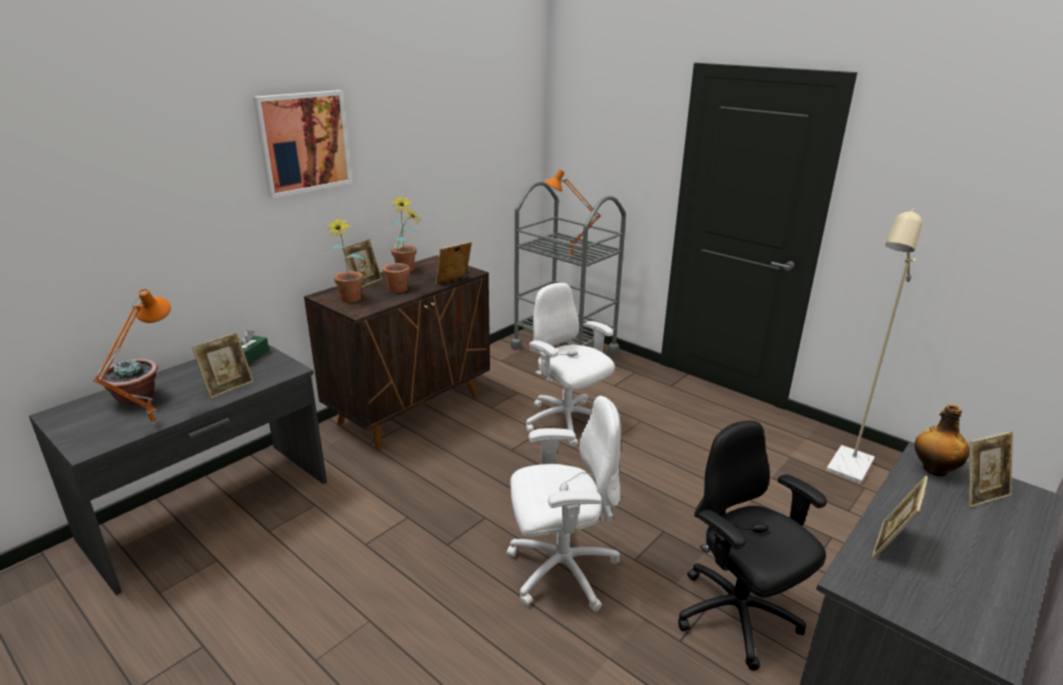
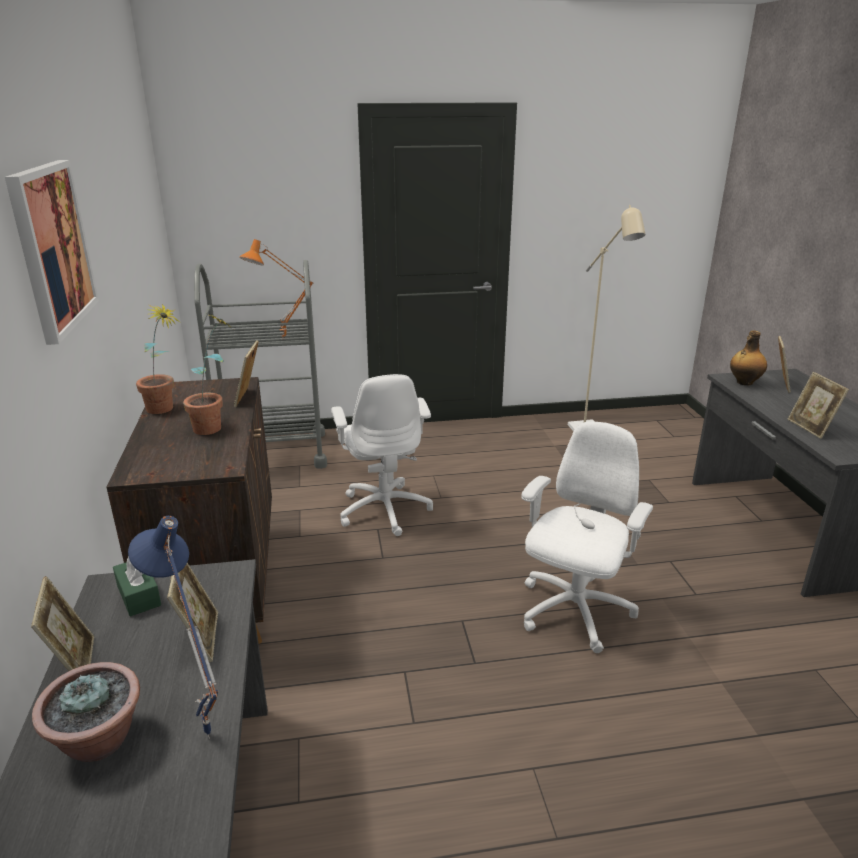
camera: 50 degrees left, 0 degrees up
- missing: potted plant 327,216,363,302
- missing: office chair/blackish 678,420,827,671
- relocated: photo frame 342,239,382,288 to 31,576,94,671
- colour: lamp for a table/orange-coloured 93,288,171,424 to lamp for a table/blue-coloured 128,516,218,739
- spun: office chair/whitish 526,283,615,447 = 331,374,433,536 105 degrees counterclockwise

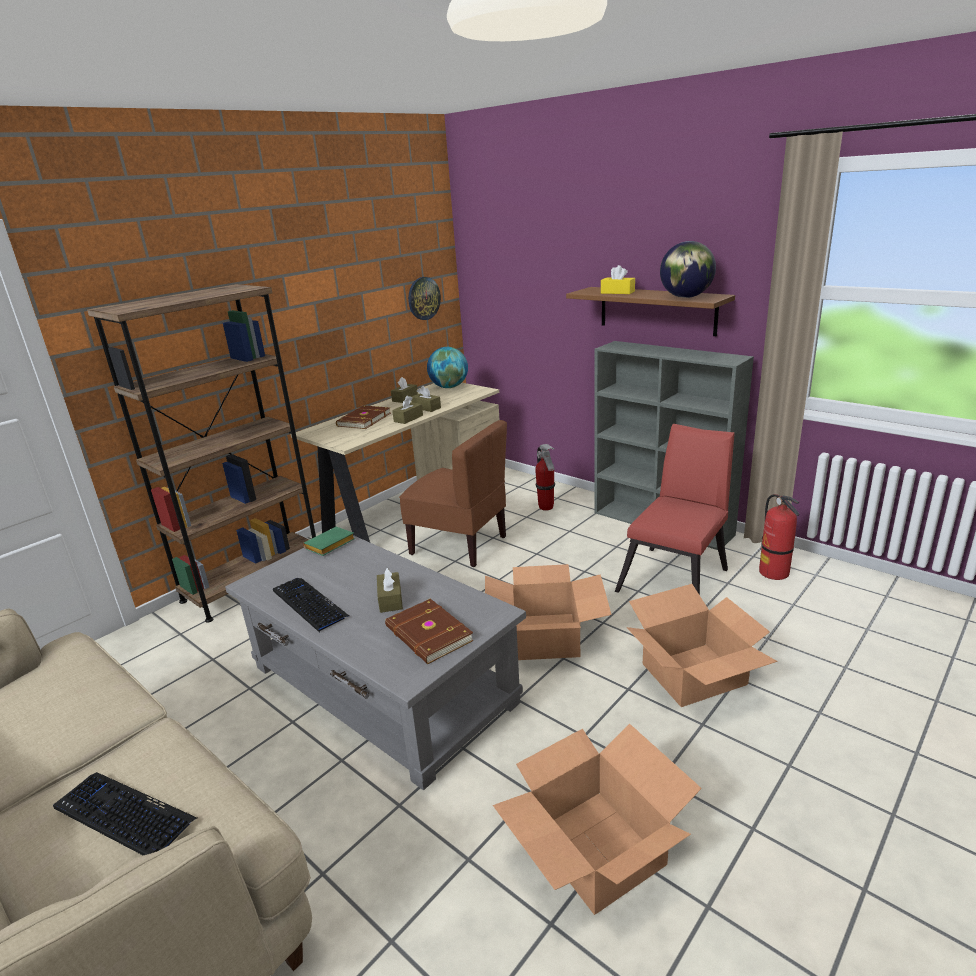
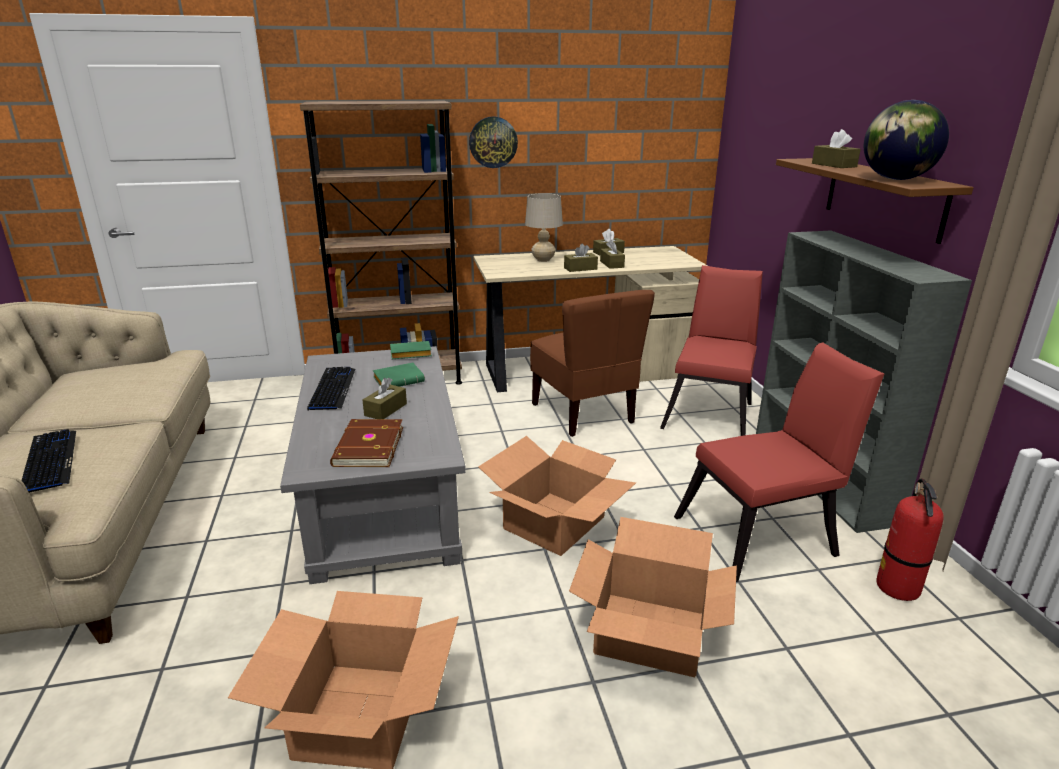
camera: 35 degrees right, 0 degrees up
- missing: world globe 427,347,468,388
- appeared: bound book/green-coloured 373,363,425,387
- relocated: hanging clock 408,277,441,320 to 469,117,518,168
- exchanged: bound book/brownish 336,405,391,429 to lamp for a table/beige-coloured 525,193,563,262
- exchanged: fire extinguisher 535,444,555,511 to upright chair/red-coloured 660,265,763,436
- colour: tissue holder/yellow-coloured 601,265,635,294 to tissue holder/brownish 812,129,861,168

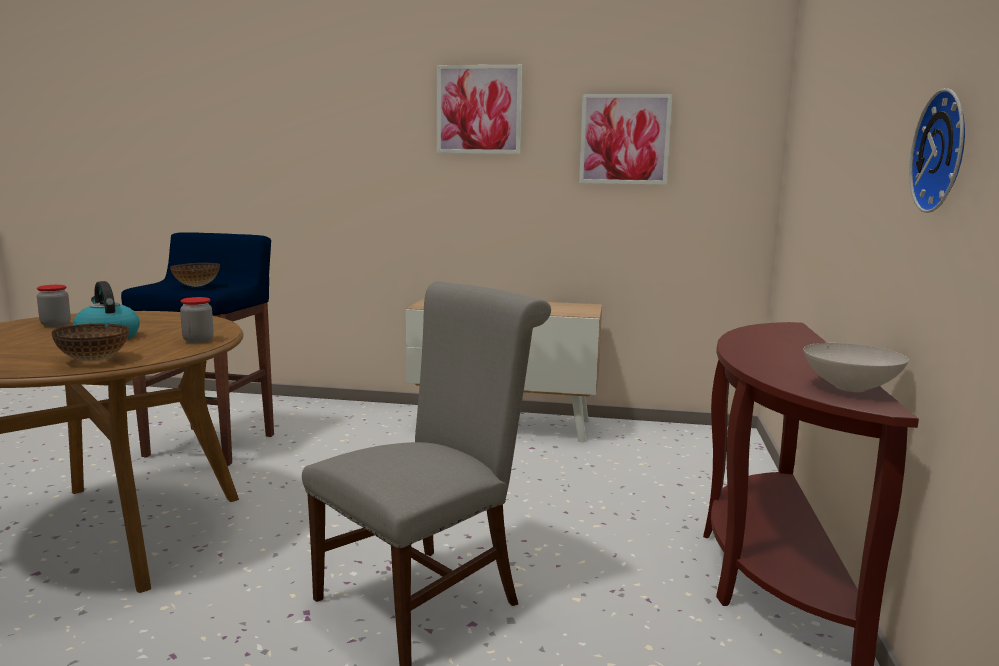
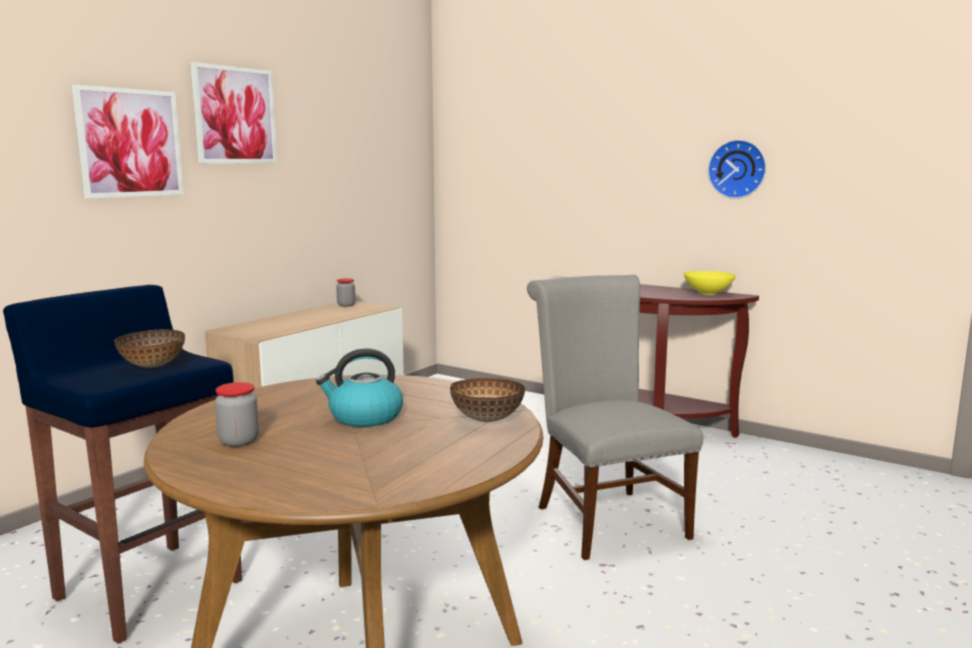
camera: 65 degrees left, 0 degrees up
- relocated: jar 180,297,214,343 to 336,278,355,307
- relocated: picture 579,94,672,185 to 72,85,184,199
- colour: serving bowl/whitish 803,343,909,392 to serving bowl/yellow-coloured 684,271,736,295

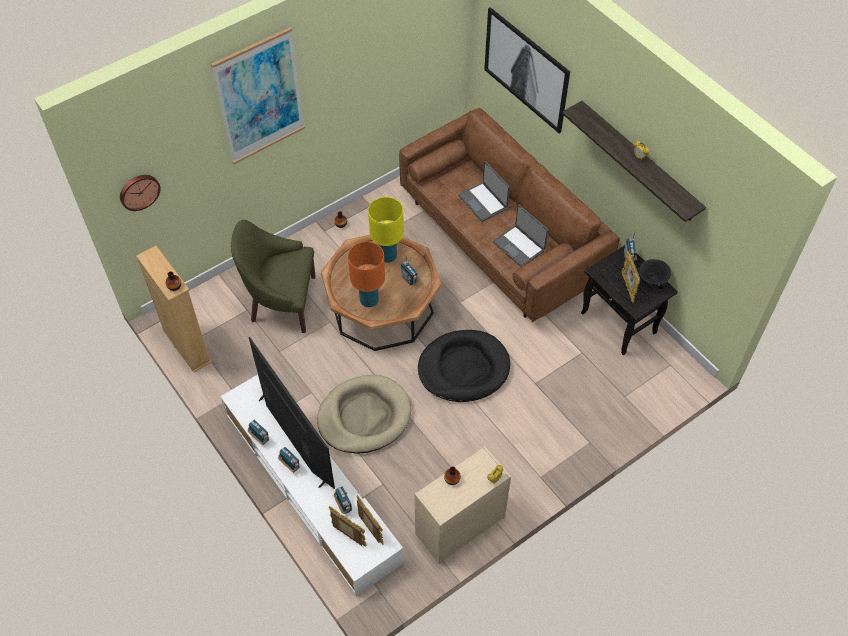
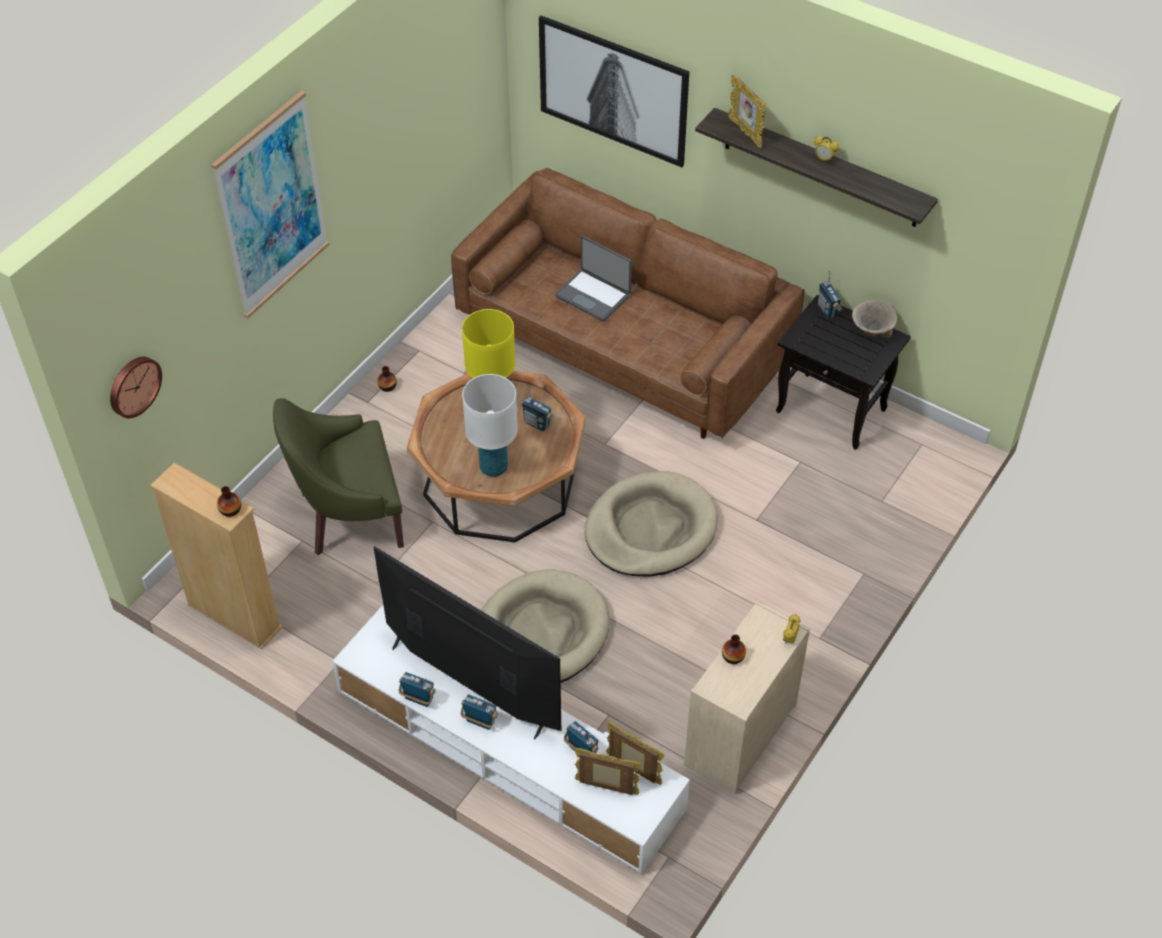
camera: 20 degrees left, 5 degrees down
- missing: portable computer 493,205,548,267
- relocated: photo frame 621,250,640,303 to 728,74,766,148
- colour: lamp for a table/orange-coloured 348,241,385,307 to lamp for a table/whitish 462,374,518,477
- colour: pet bed/blackish 418,330,510,402 to pet bed/beige-coloured 585,471,718,577
- colour: serving bowl/blackish 639,259,671,289 to serving bowl/beige-coloured 852,300,897,338

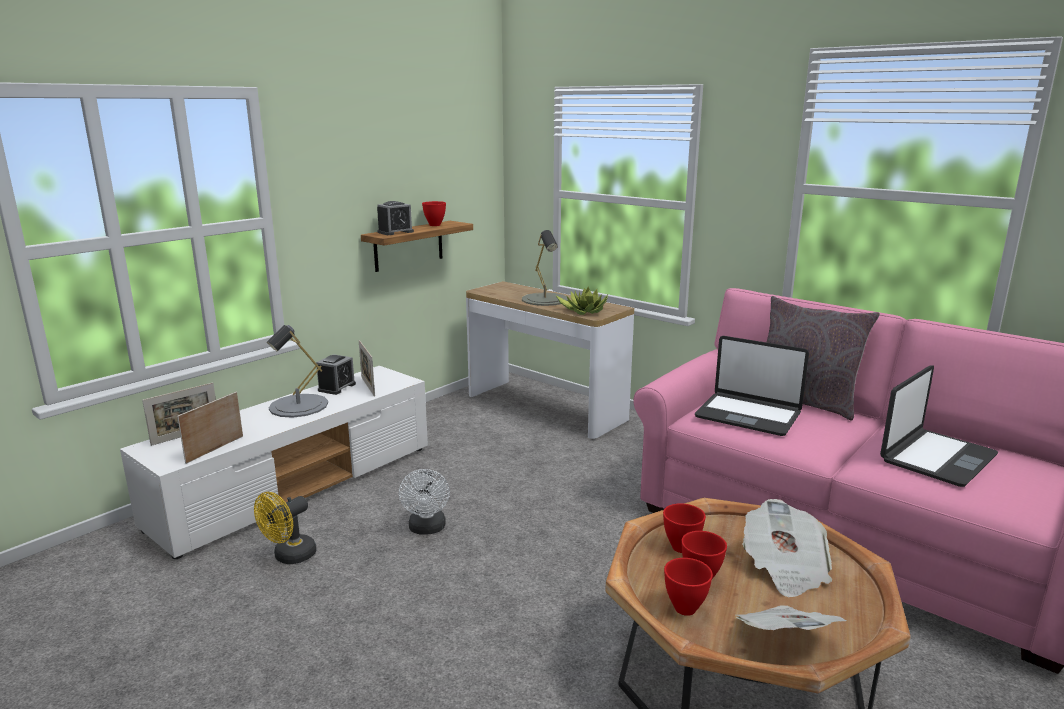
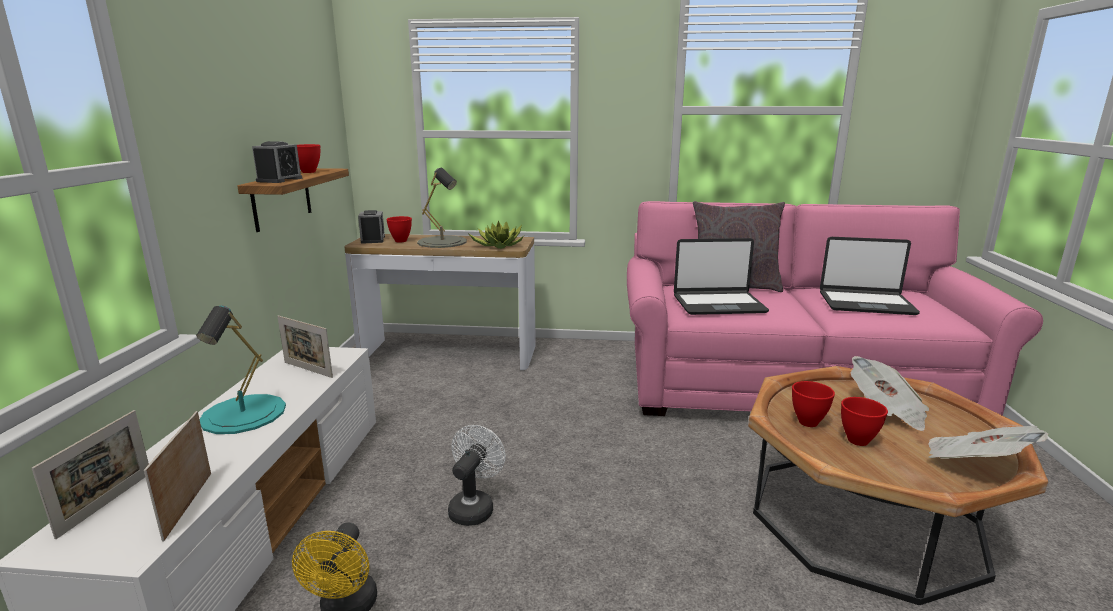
camera: 35 degrees left, 0 degrees up
- relocated: alarm clock 316,354,356,395 to 358,210,385,244
- relocated: serving bowl/red-coloured 664,558,713,616 to 386,216,412,243
- colour: lamp for a table/greyish 267,325,328,418 to lamp for a table/turquoise-coloured 196,305,286,434
- spun: cooling fan/whitish 399,469,450,535 = 448,425,506,526 120 degrees counterclockwise
- spun: portable computer 880,365,998,487 = 820,237,920,315 90 degrees clockwise

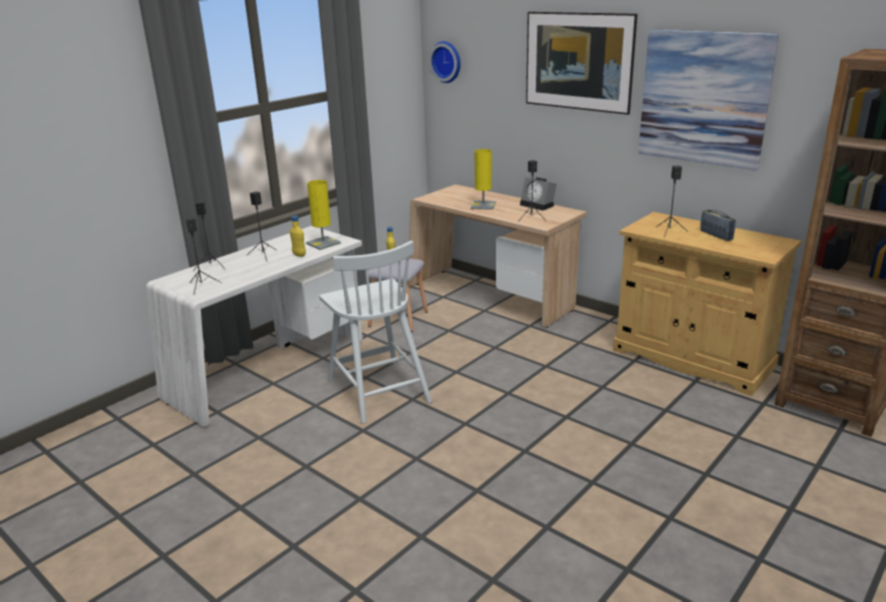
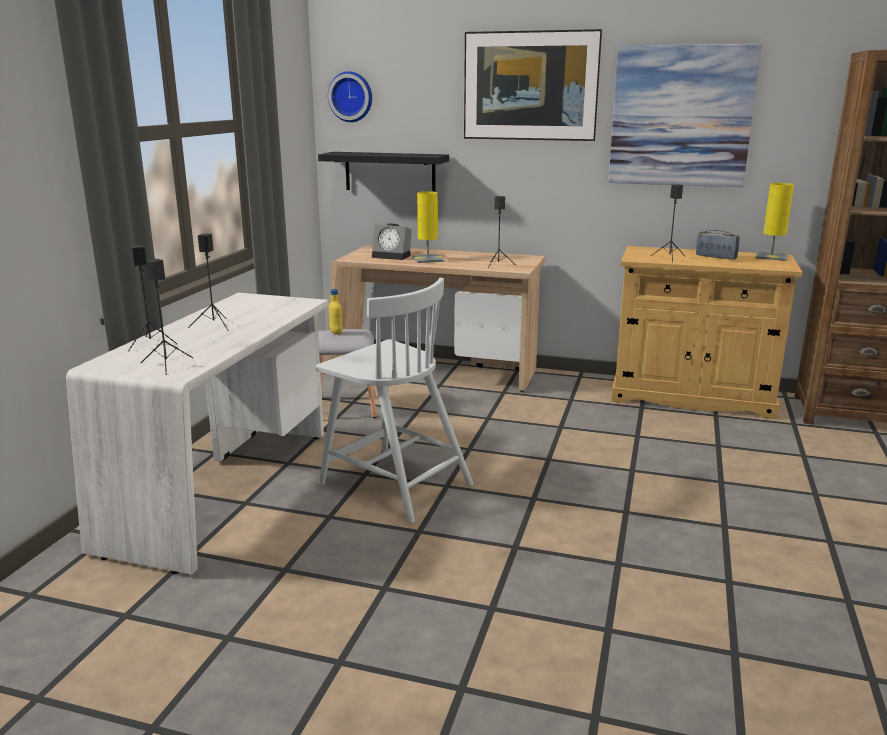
camera: 25 degrees left, 5 degrees down
- missing: beverage bottle/yellow-coloured 290,215,306,257
- appeared: wall shelf/blackish 318,152,449,192
- relocated: lamp for a table/yellow-coloured 306,180,341,250 to 756,183,794,261
- relocated: alarm clock 520,177,557,211 to 372,223,412,260

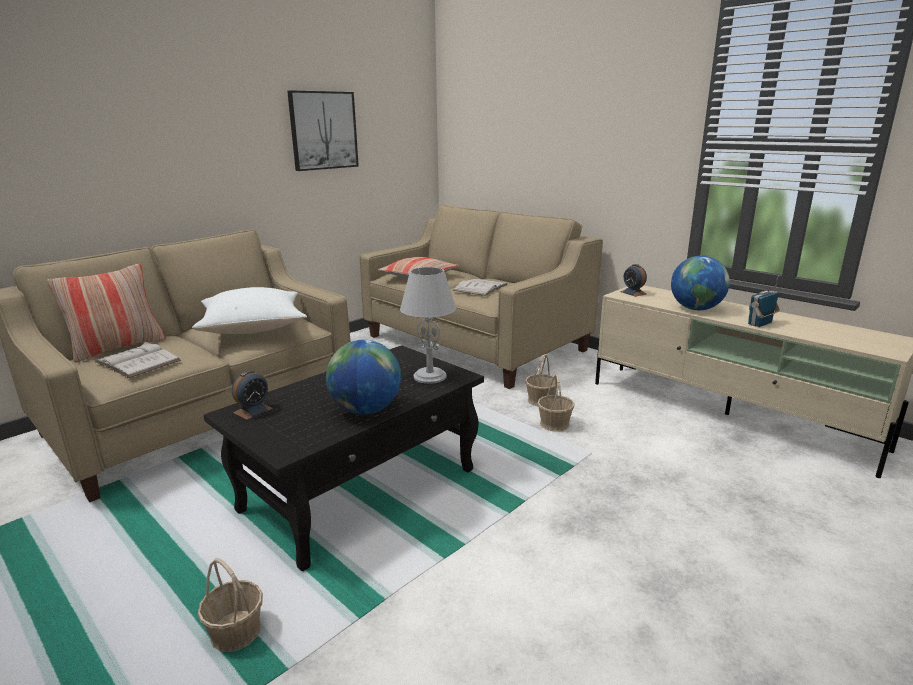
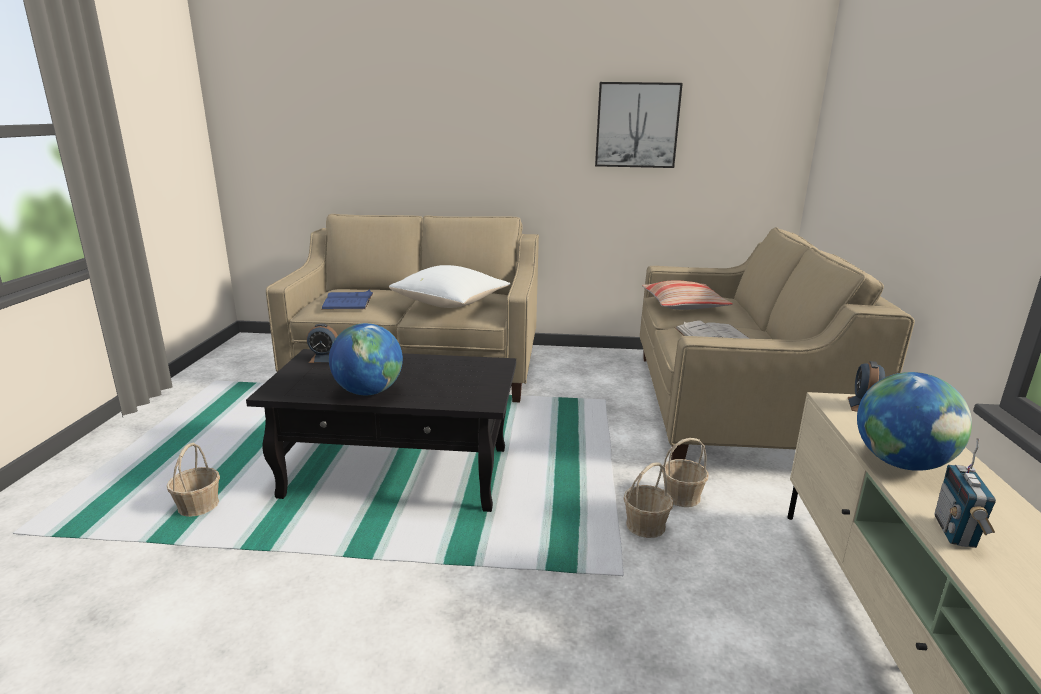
camera: 50 degrees right, 0 degrees up
- missing: pillow 47,264,165,363
- missing: lamp for a table/greyish 400,267,456,384
- colour: bound book/whitish 95,342,181,378 to bound book/blue-coloured 321,289,374,310
- spun: radio set 748,276,780,327 = 934,439,996,548 90 degrees counterclockwise

